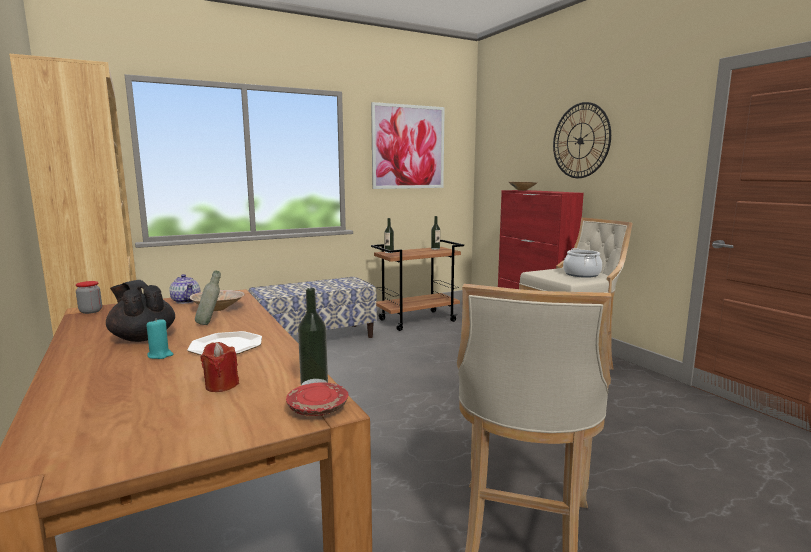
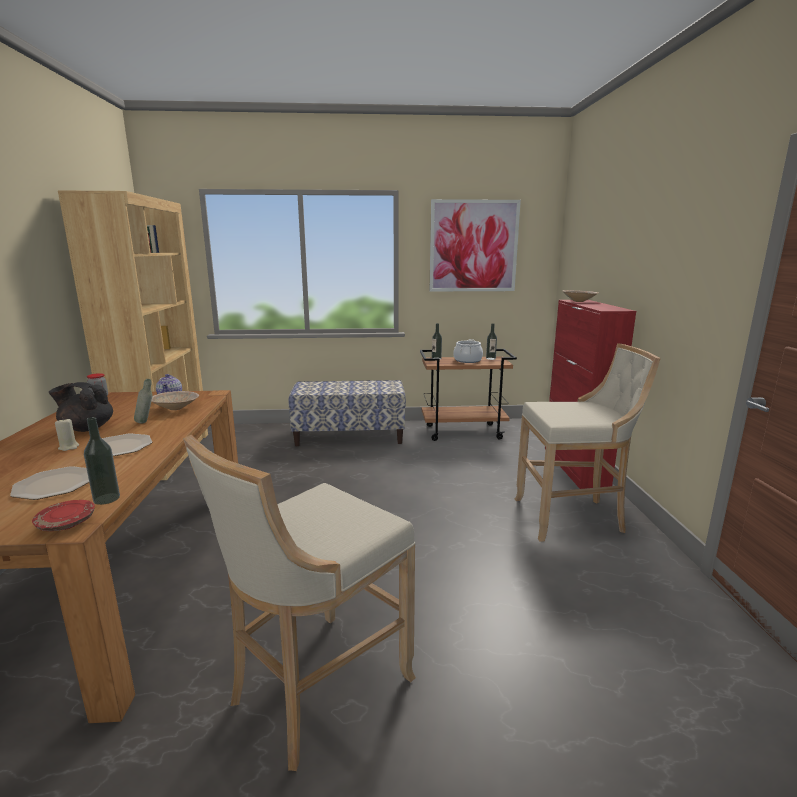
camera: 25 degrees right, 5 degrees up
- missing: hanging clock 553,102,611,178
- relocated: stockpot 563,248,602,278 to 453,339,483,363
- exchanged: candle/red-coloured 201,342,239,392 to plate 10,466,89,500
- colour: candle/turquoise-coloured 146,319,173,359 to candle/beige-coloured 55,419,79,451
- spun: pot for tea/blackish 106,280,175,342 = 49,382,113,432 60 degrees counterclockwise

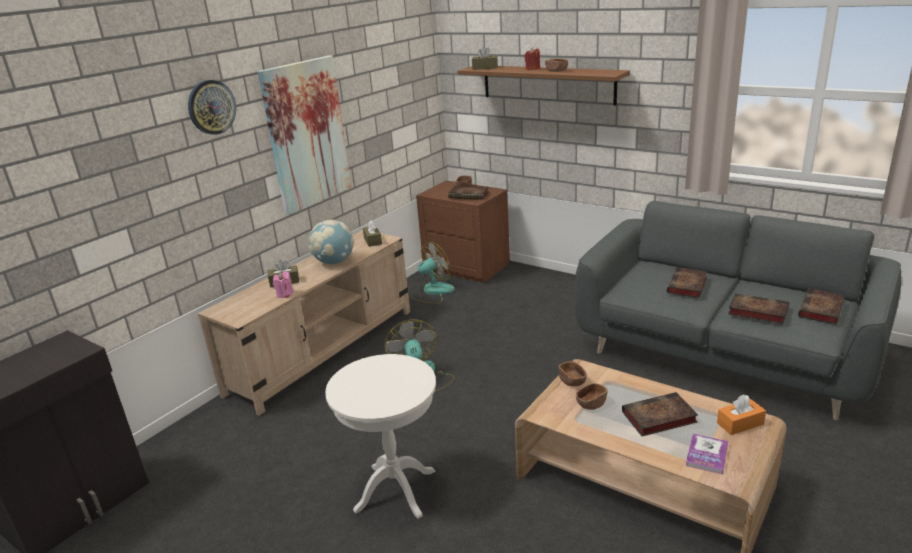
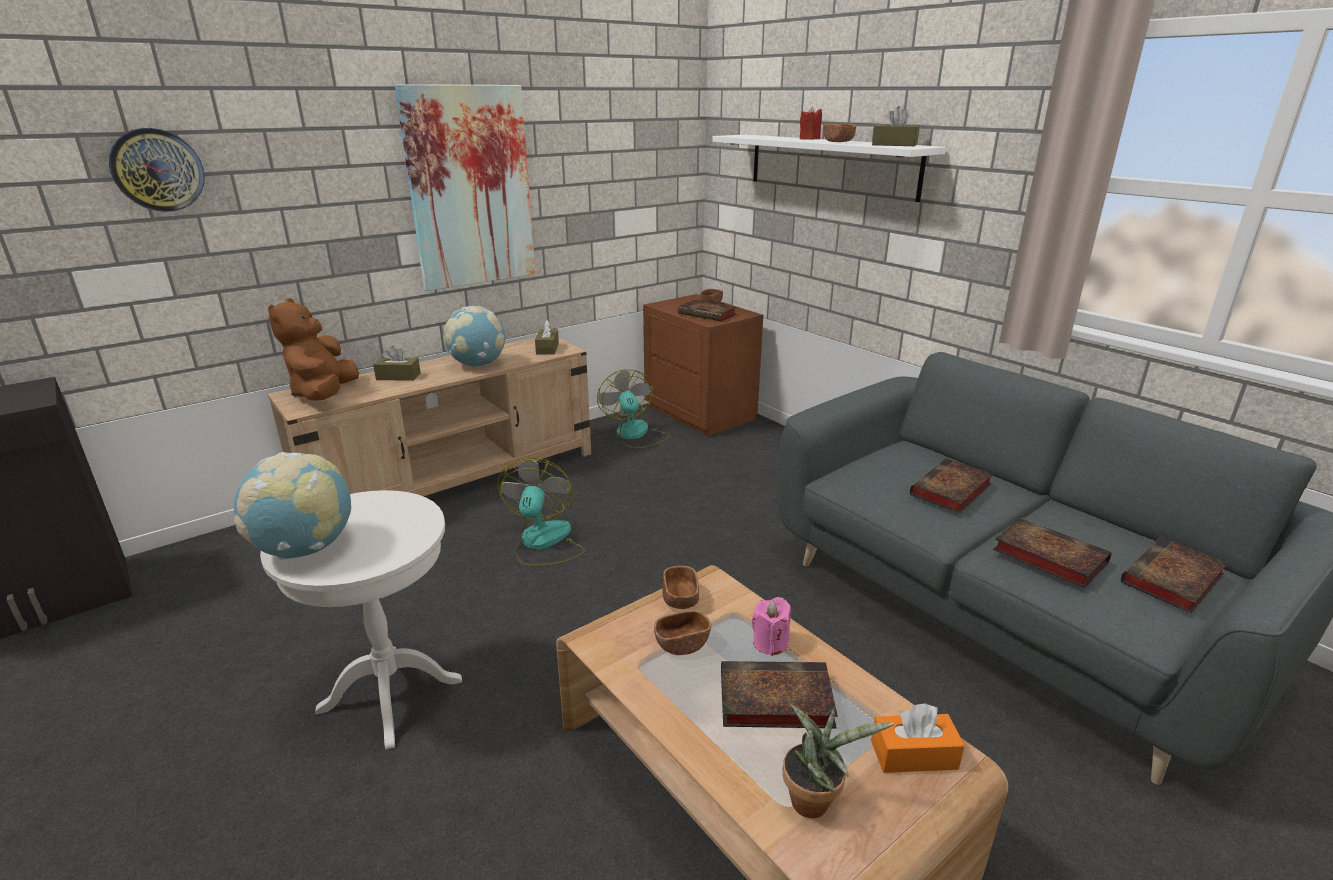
camera: 15 degrees right, 0 degrees up
- appeared: world globe 234,452,351,559
- appeared: cuddly toy/brownish 268,298,359,400
- relocated: hanging clock 188,80,236,135 to 109,128,205,212
- relocated: candle/pink-coloured 273,271,294,298 to 752,597,791,656
- relocated: tissue holder/brownish 472,46,498,70 to 872,106,920,146
- exchanged: bound book 686,434,728,475 to potted plant 783,704,894,818
- colour: wall shelf/brownish 457,66,630,105 to wall shelf/whitish 712,135,946,202
- spun: cooling fan 411,242,455,304 = 597,369,670,448 90 degrees counterclockwise

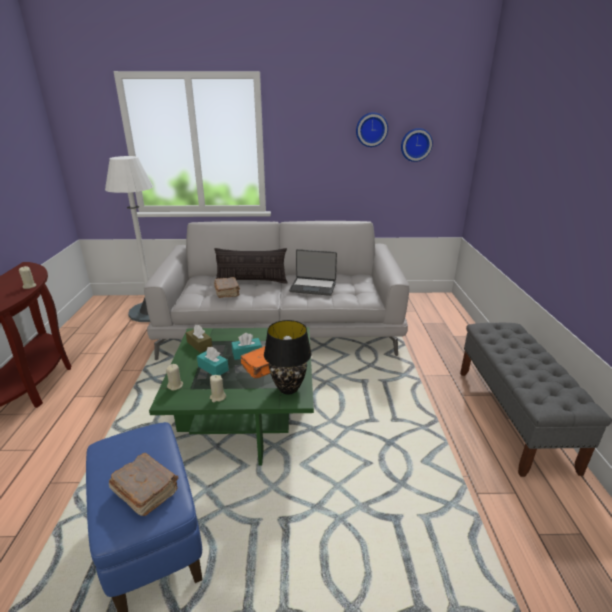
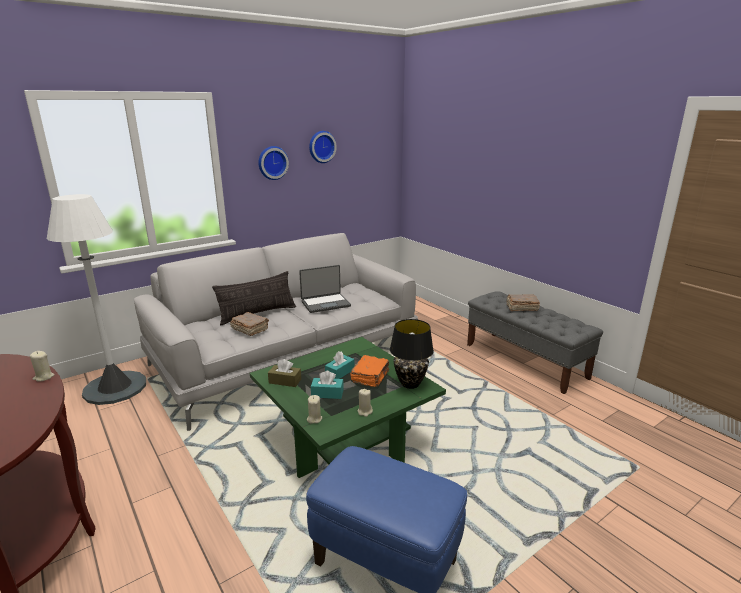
camera: 35 degrees left, 5 degrees down
- relocated: bound book/brownish 109,453,178,516 to 506,294,540,311
- relocated: hanging clock 401,128,433,162 to 259,146,289,180

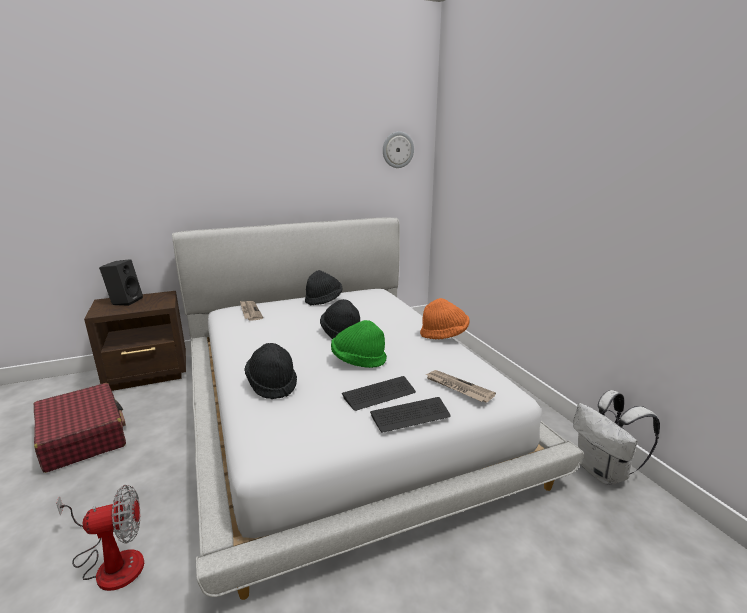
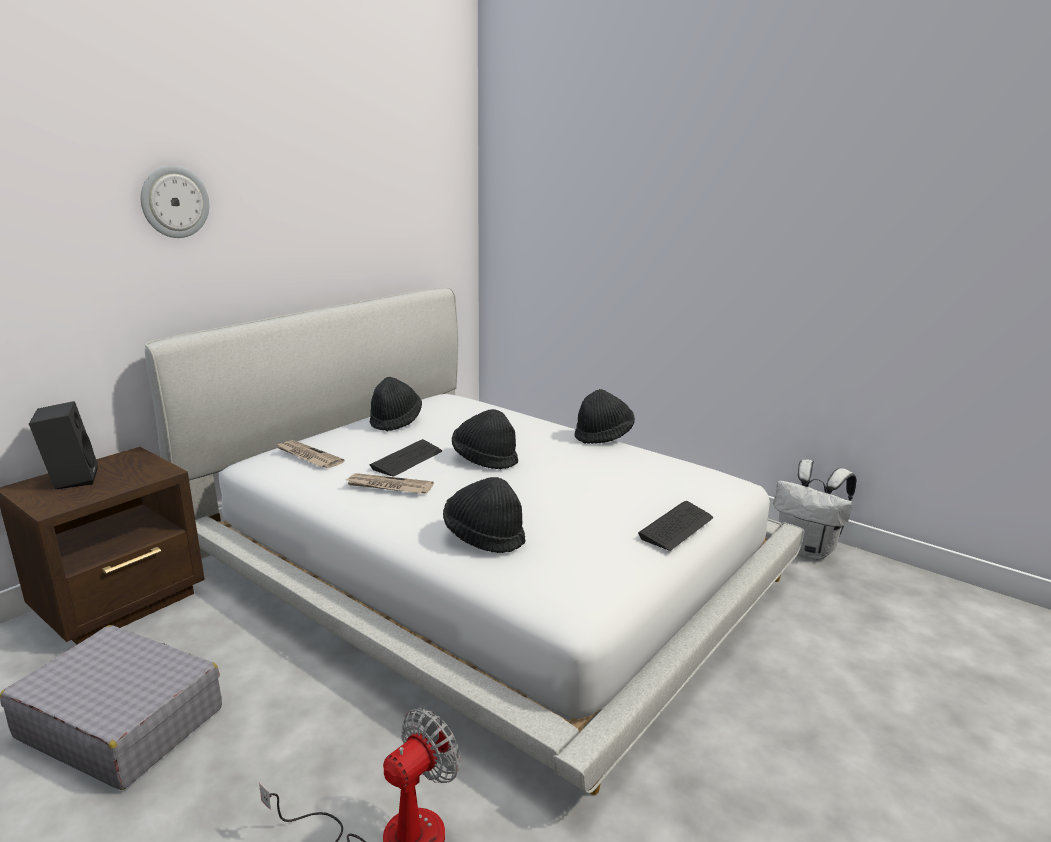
camera: 30 degrees left, 0 degrees up
- missing: hat/green-coloured 331,320,387,368
- relocated: computer keyboard 342,376,416,411 to 369,439,442,476
- relocated: hanging clock 383,131,414,168 to 141,165,209,238
- relocated: newspaper 425,370,496,403 to 346,473,434,494
- colour: piece of luggage/red-coloured 34,383,126,473 to piece of luggage/greyish 0,625,222,790
- colour: hat/orange-coloured 420,298,470,339 to hat/blackish 575,389,635,444

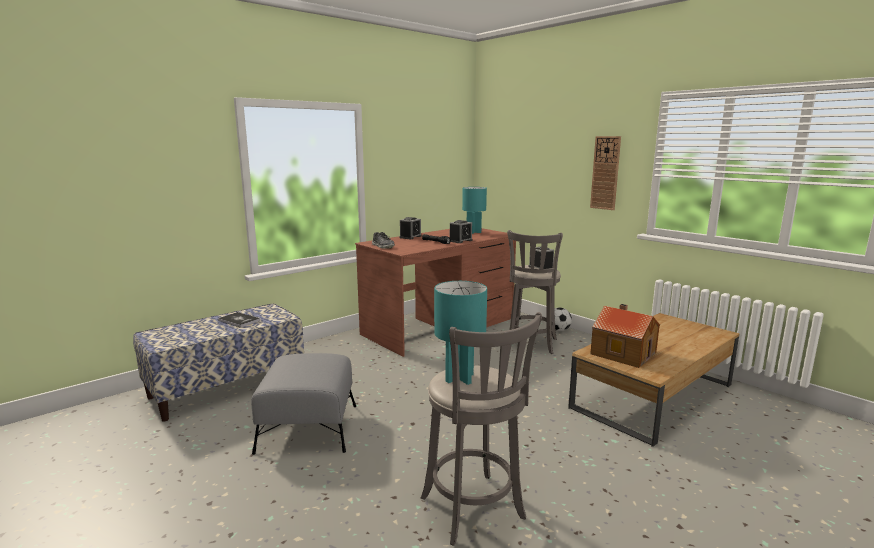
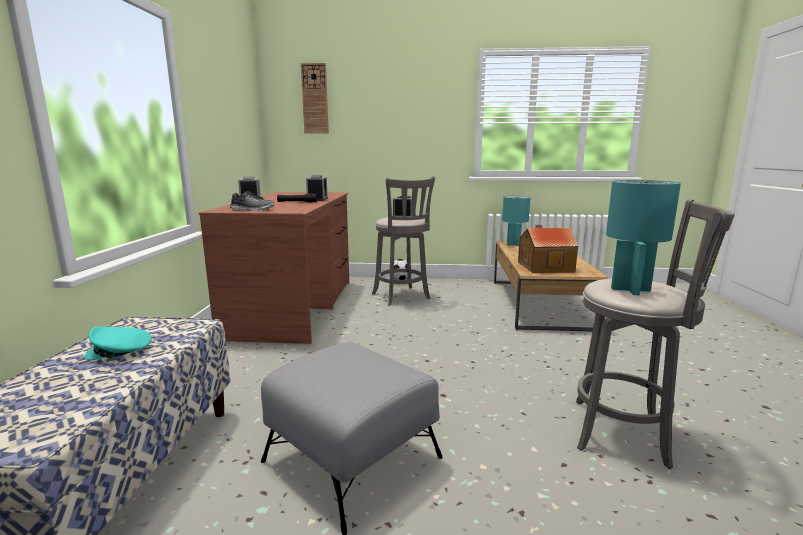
camera: 45 degrees left, 0 degrees up
- relocated: lamp for a table/turquoise-coloured 462,187,487,234 to 502,196,530,246
- relocated: hanging clock 590,136,621,210 to 301,63,329,134
- exchanged: bound book 218,312,260,328 to peaked cap/turquoise-coloured 84,327,152,360

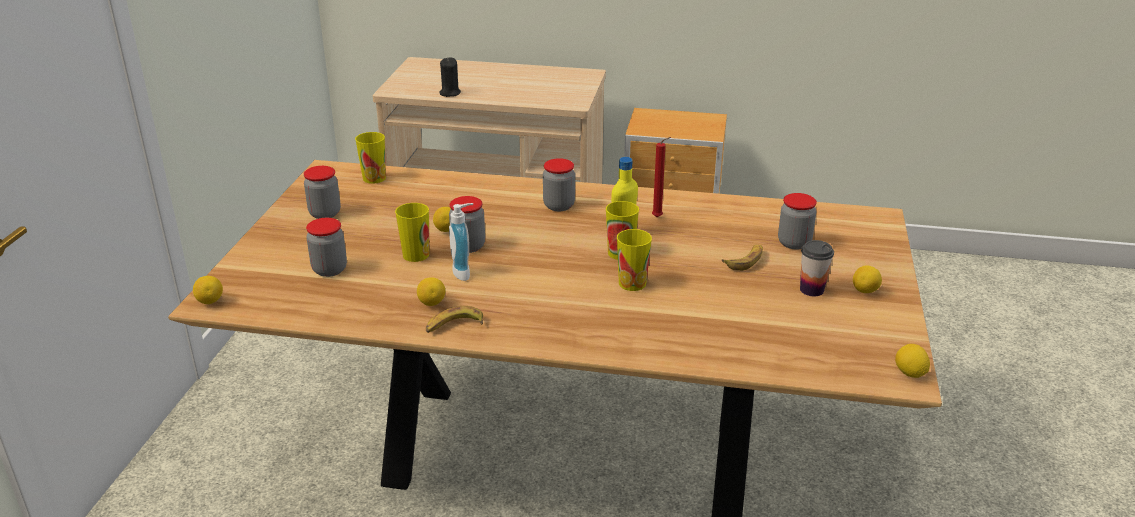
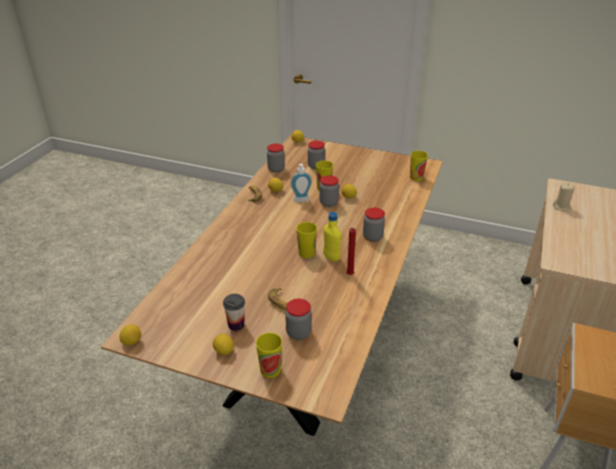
camera: 100 degrees right, 5 degrees up
- relocated: jar 304,166,341,219 to 267,143,285,173
- relocated: cup 617,229,652,291 to 256,333,282,378
- colour: candle/blackish 439,58,461,97 to candle/beige-coloured 553,183,575,211

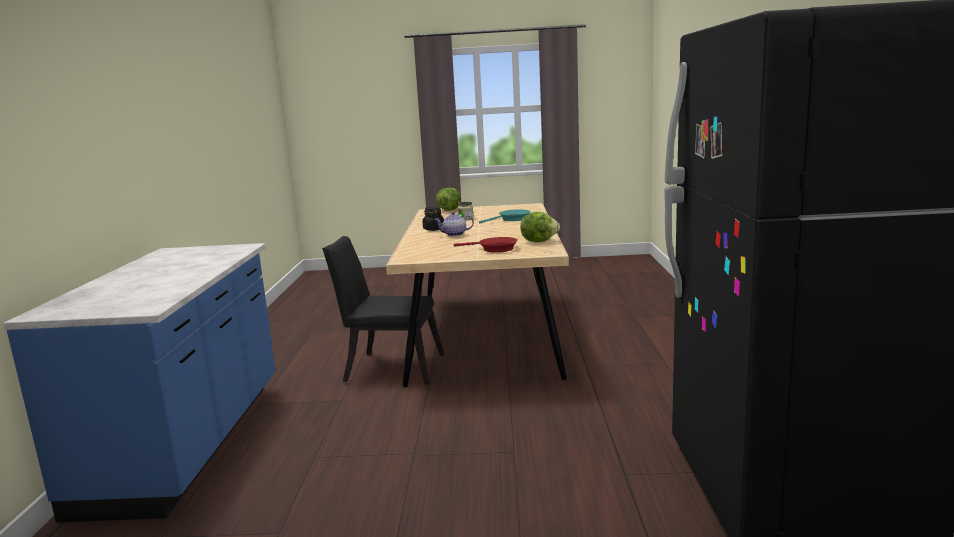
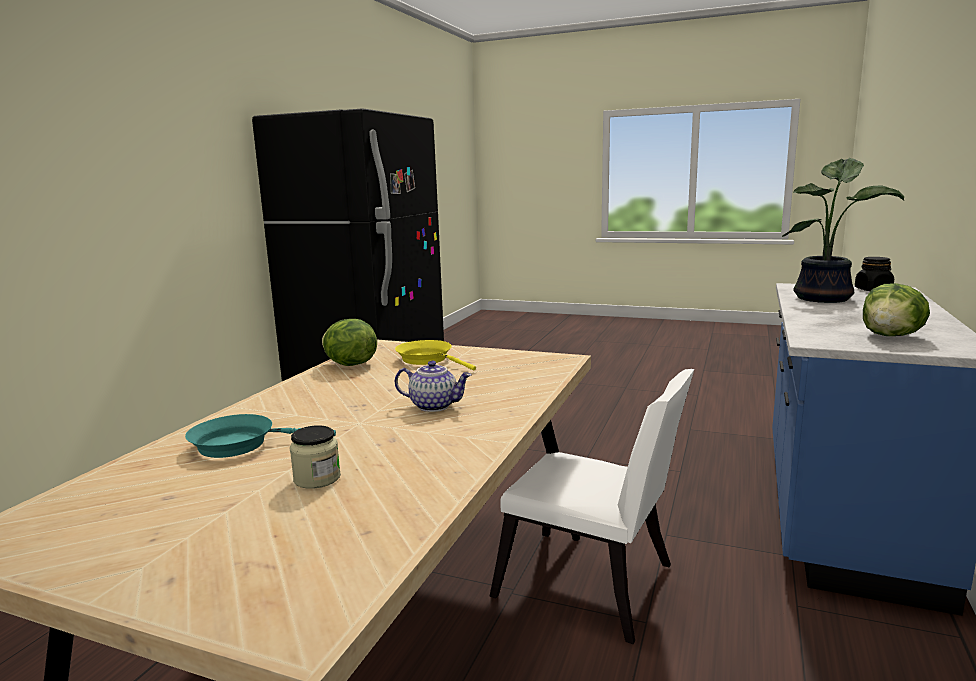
camera: 160 degrees left, 0 degrees up
- appeared: potted plant 782,158,904,303
- relocated: jar/blackish 422,206,444,231 to 855,257,894,291
- relocated: head of lettuce 436,188,460,211 to 863,283,930,336
- colour: upright chair/blackish 322,236,445,385 to upright chair/whitish 490,369,694,644
- colour: pan/red-coloured 454,237,518,253 to pan/yellow-coloured 395,340,476,371

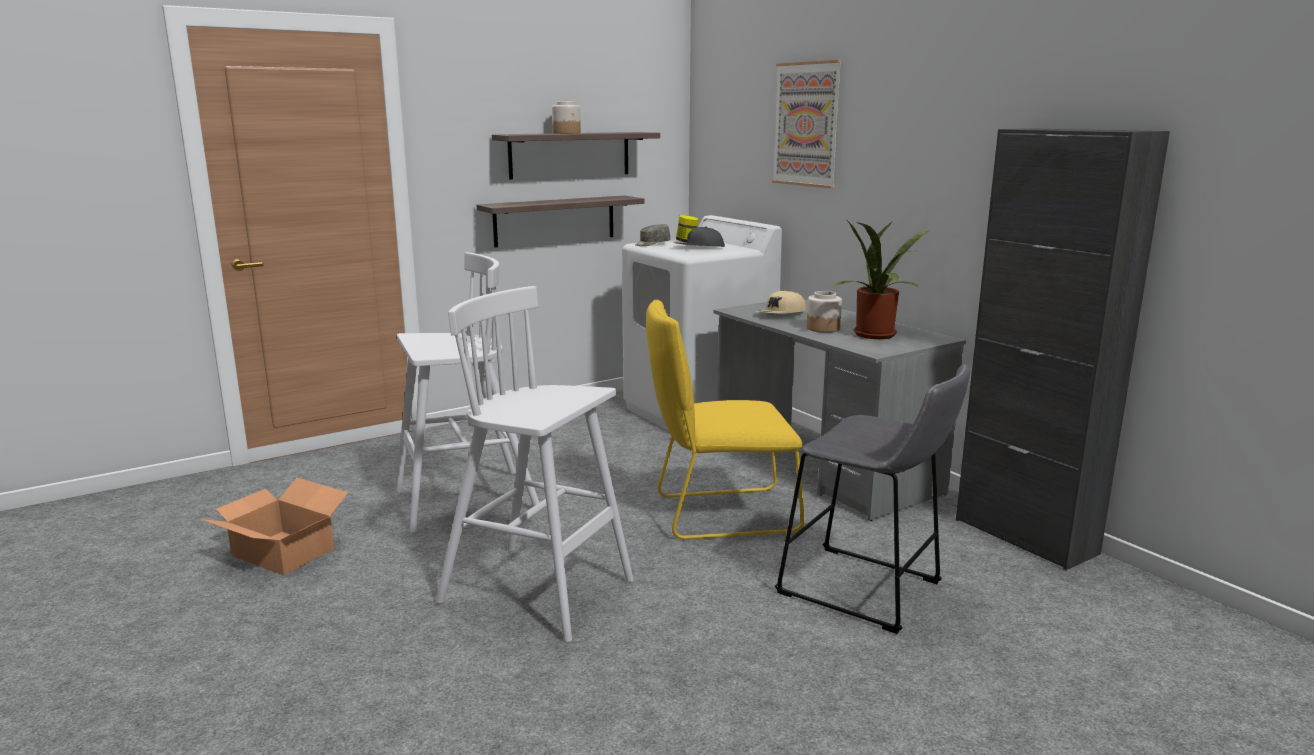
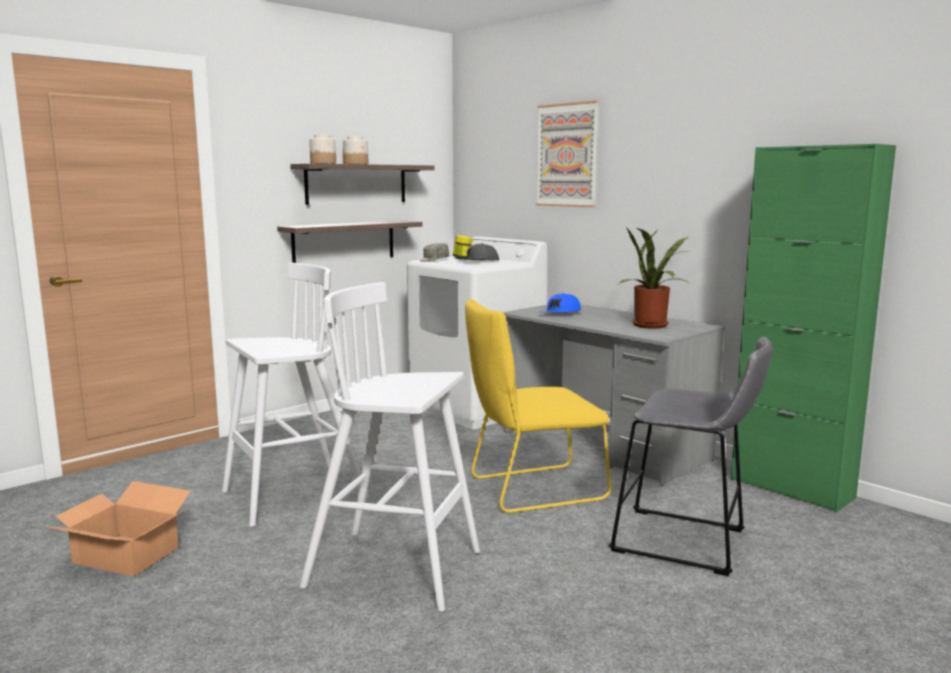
camera: 10 degrees left, 5 degrees down
- relocated: jar 807,291,842,333 to 309,134,336,164
- colour: peaked cap/beige-coloured 755,290,806,314 to peaked cap/blue-coloured 542,293,581,312
- colour: cabinet/blackish 956,128,1170,570 to cabinet/green-coloured 731,144,896,513

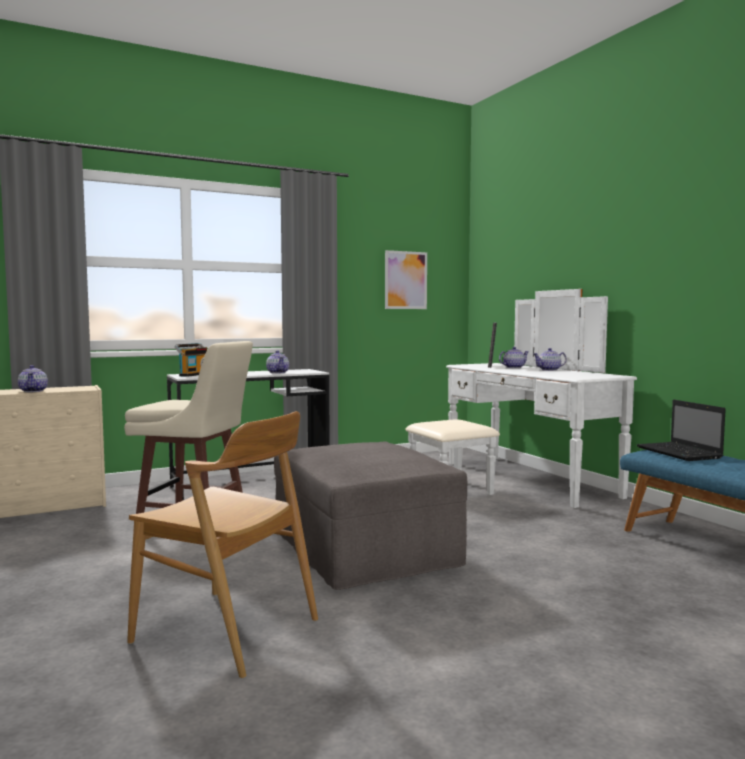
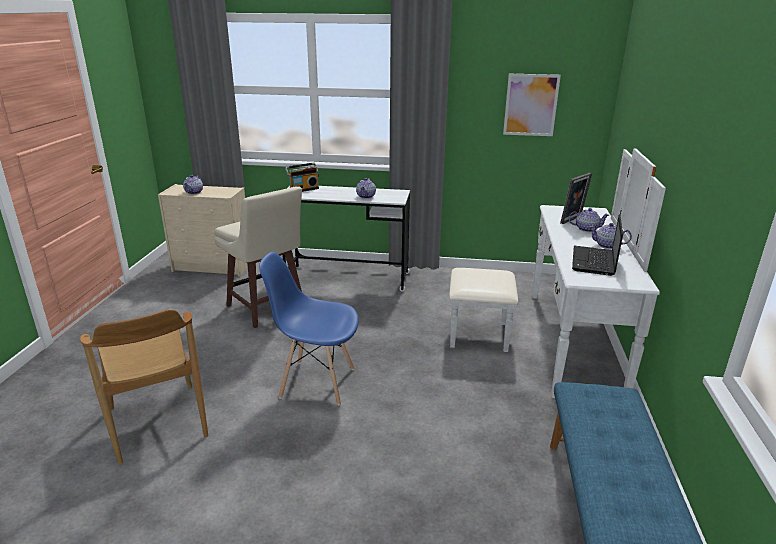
camera: 35 degrees right, 20 degrees up
- relocated: portable computer 636,400,726,461 to 572,214,623,276
- exchanged: pouffe/greyish 274,441,467,590 to upright chair/blue-coloured 259,252,359,405

